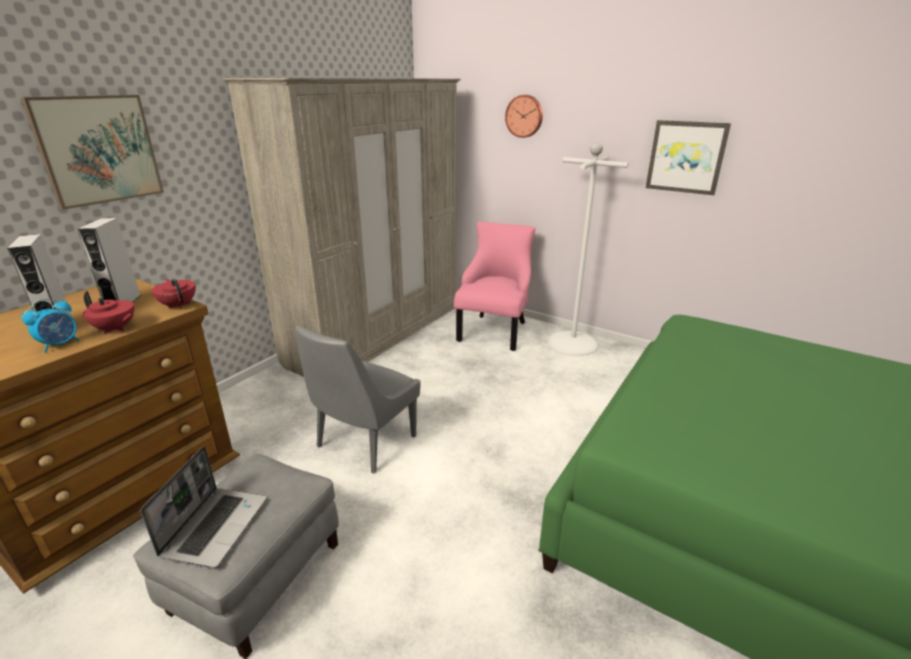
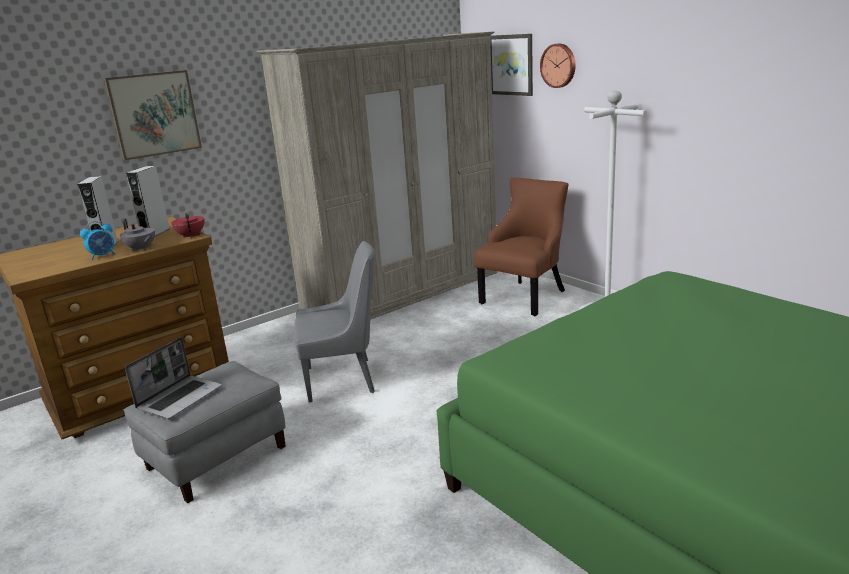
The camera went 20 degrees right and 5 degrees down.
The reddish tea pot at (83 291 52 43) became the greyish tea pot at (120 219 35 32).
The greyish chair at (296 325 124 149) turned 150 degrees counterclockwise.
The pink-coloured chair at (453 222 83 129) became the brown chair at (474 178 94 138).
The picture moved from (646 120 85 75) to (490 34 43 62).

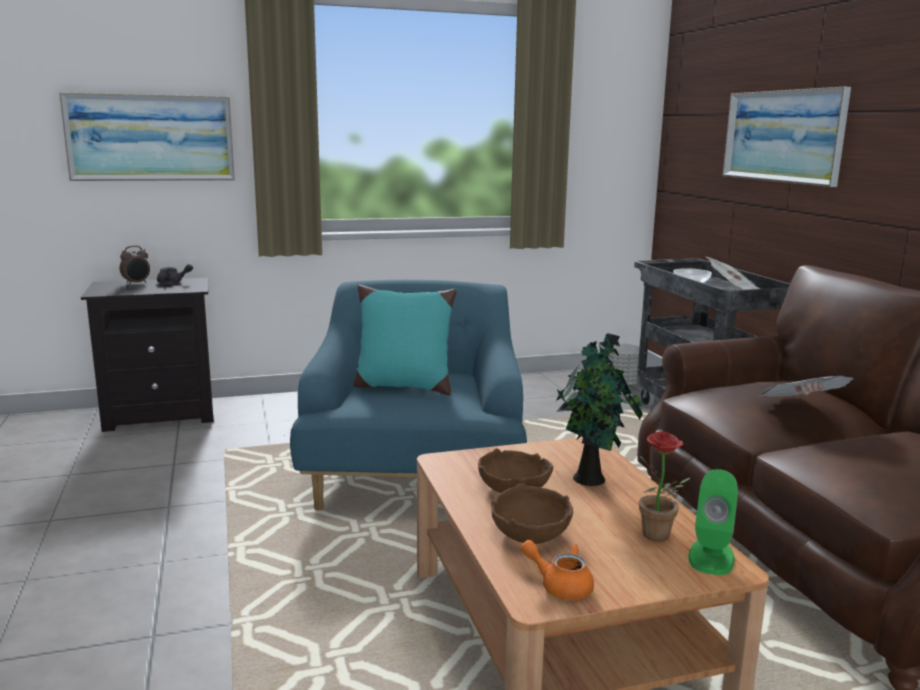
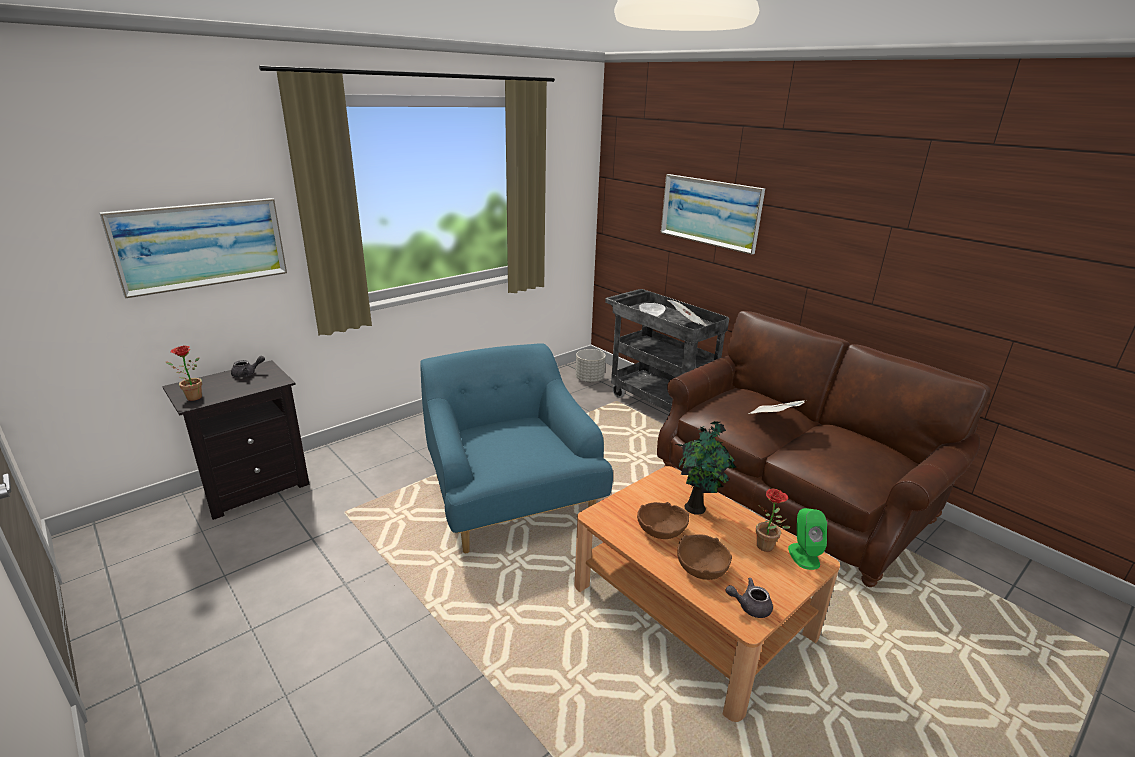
The camera went 25 degrees left and 10 degrees up.
The potted plant at (165 345 37 56) appeared.
The orange tea pot at (521 540 73 60) became the greyish tea pot at (726 578 47 40).
The bedside clock at (119 246 31 39) disappeared.
The turquoise throw pillow at (353 285 103 110) disappeared.

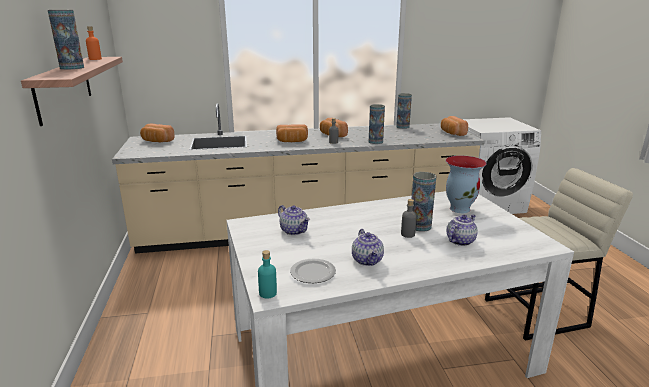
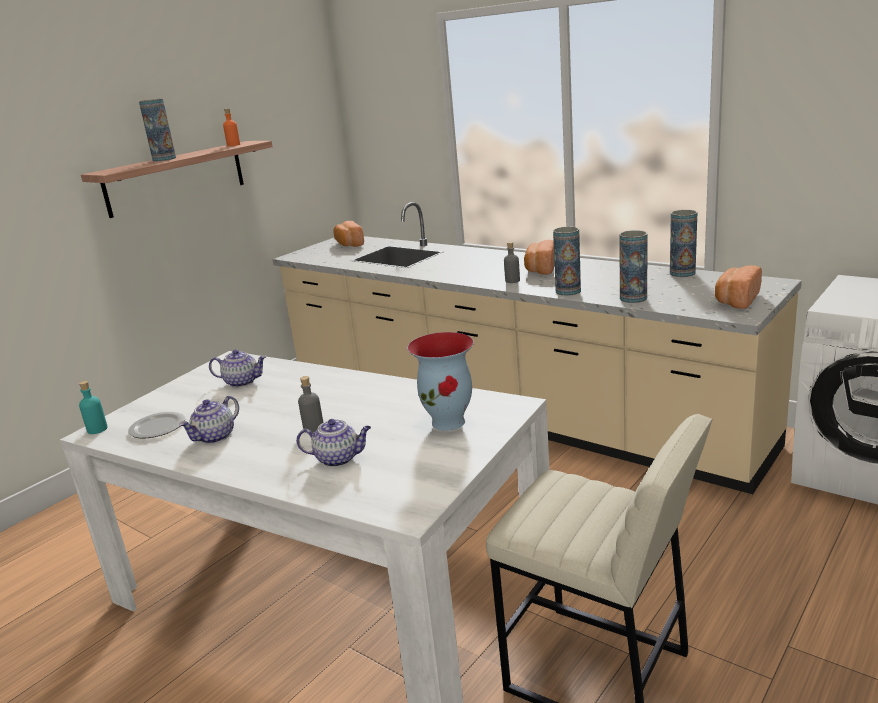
The camera went 50 degrees right and 0 degrees up.
The tea pot at (278 205 32 30) turned 90 degrees counterclockwise.
The decorative vase moved from (412 172 24 60) to (619 230 29 73).
The bread at (276 124 32 18) disappeared.

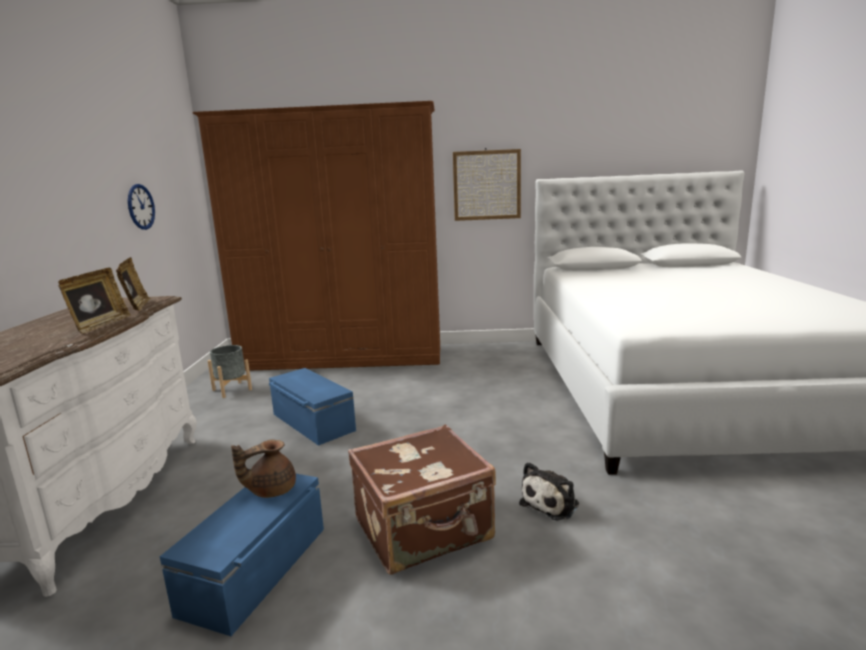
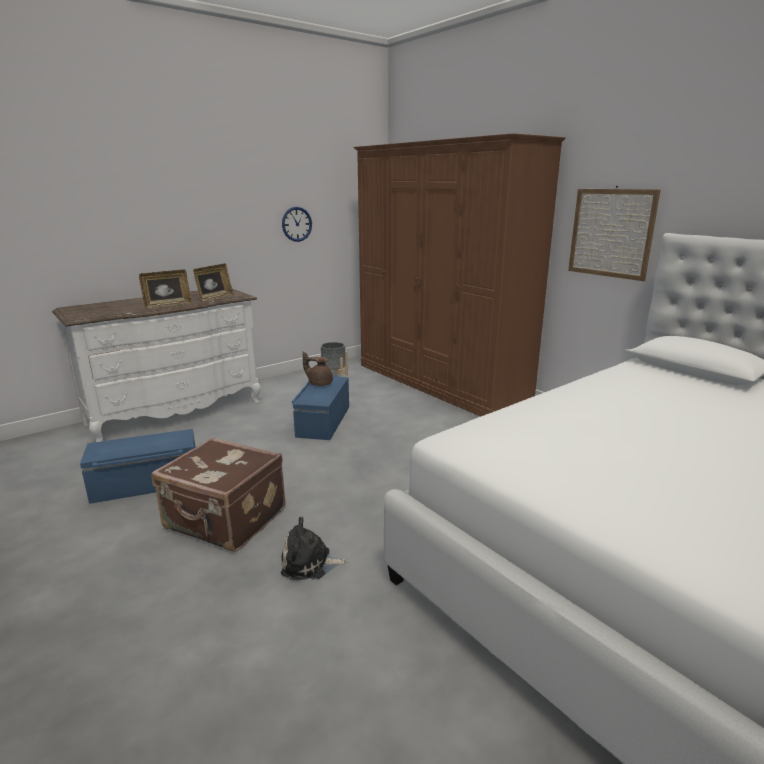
The camera went 50 degrees right and 5 degrees up.
The brown tea pot moved from (231 439 65 59) to (302 352 31 34).

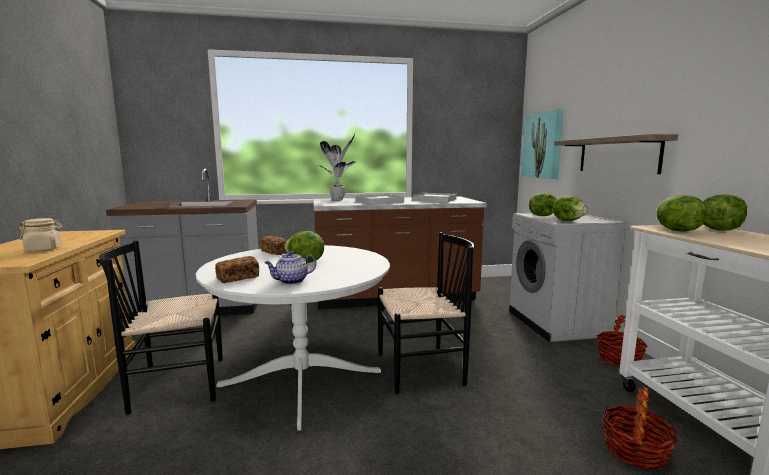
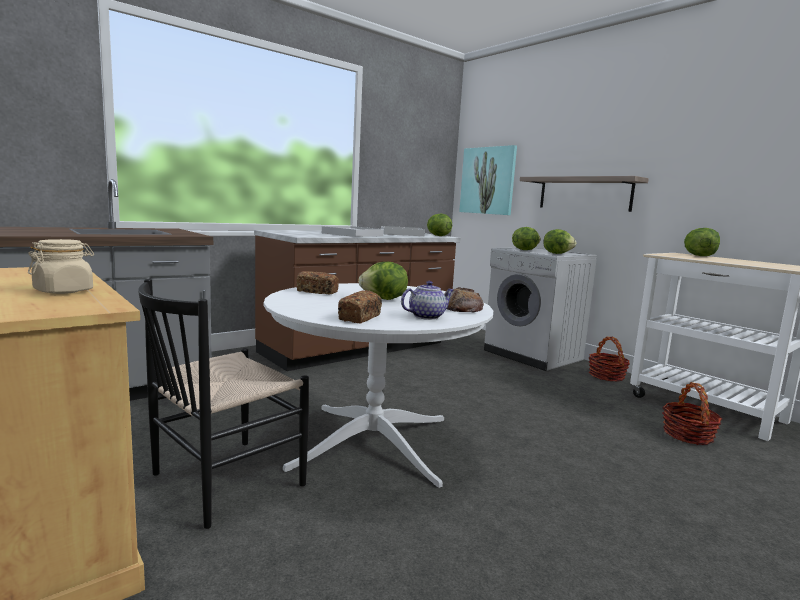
The camera went 30 degrees left and 0 degrees up.
The tea pot at (265 251 51 34) turned 150 degrees counterclockwise.
The head of lettuce moved from (656 195 51 37) to (427 214 25 22).
The bread at (444 287 40 25) appeared.
The potted plant at (319 134 37 66) disappeared.
The black chair at (378 232 97 162) disappeared.

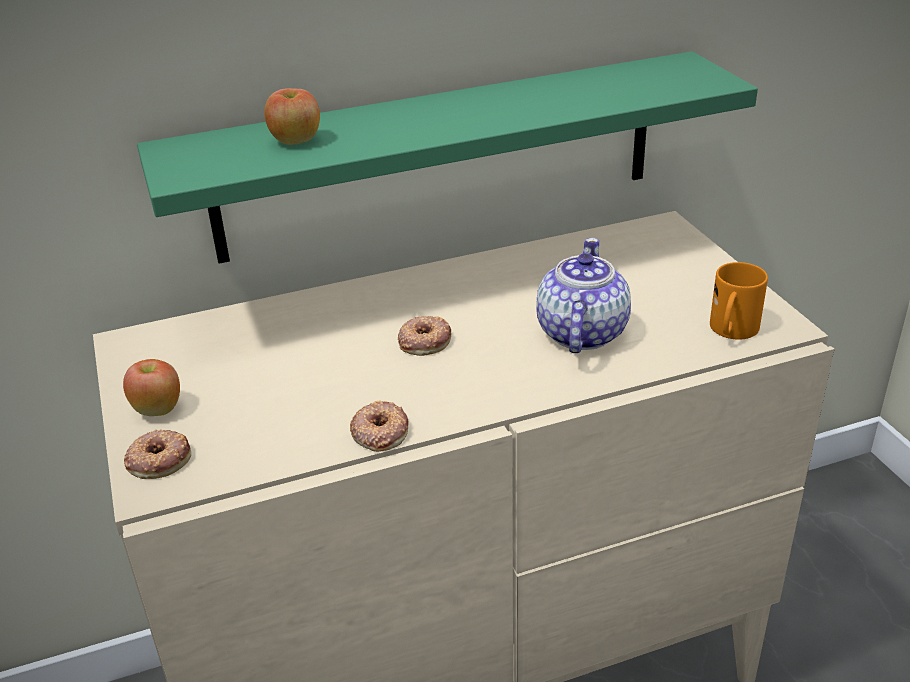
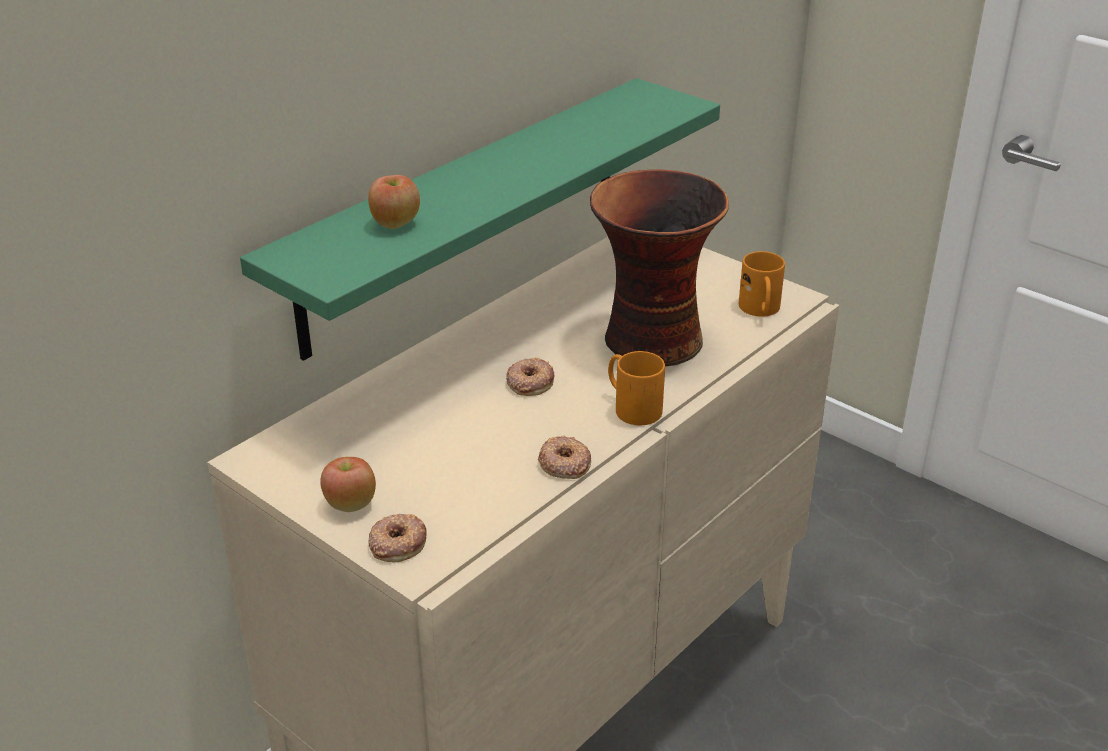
The camera went 30 degrees left and 0 degrees up.
The tea pot at (536 238 95 115) was replaced by the decorative vase at (590 169 139 198).
The orange tea mug at (608 351 57 74) appeared.

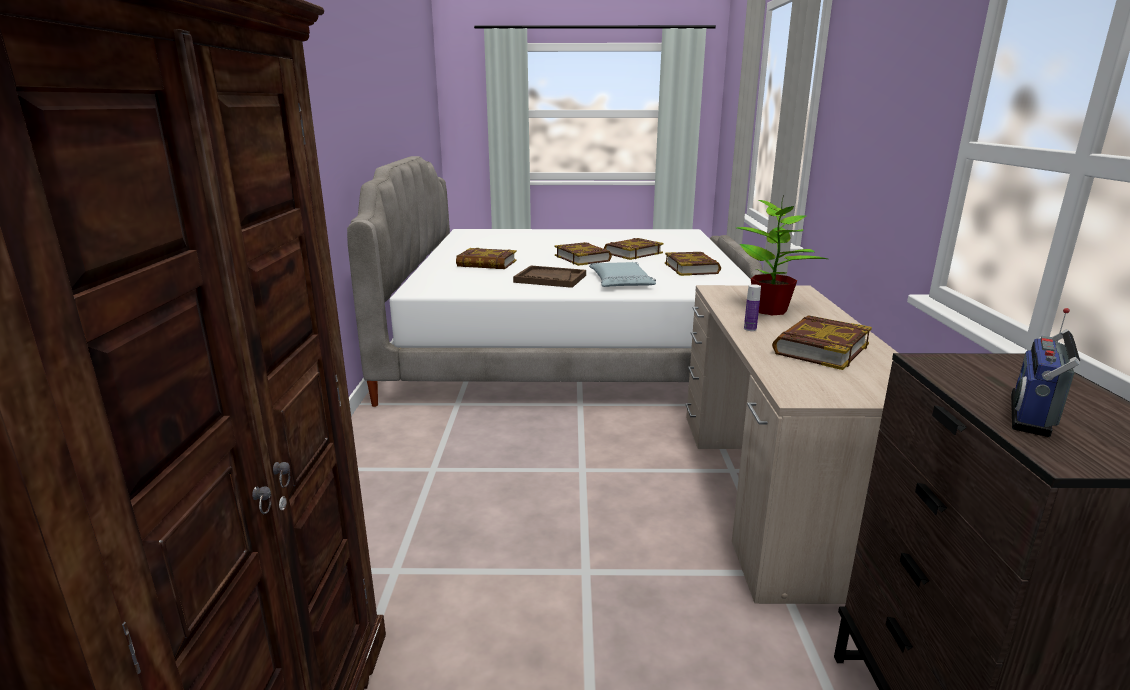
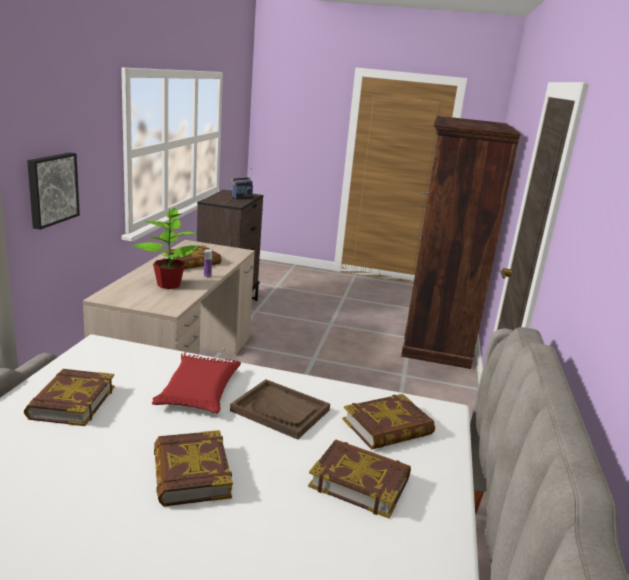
The camera went 170 degrees left and 0 degrees up.
The picture at (27 152 53 78) appeared.
The blue-coloured throw pillow at (589 261 67 26) became the reddish throw pillow at (152 352 89 61).
The book moved from (604 238 60 22) to (342 394 93 56).

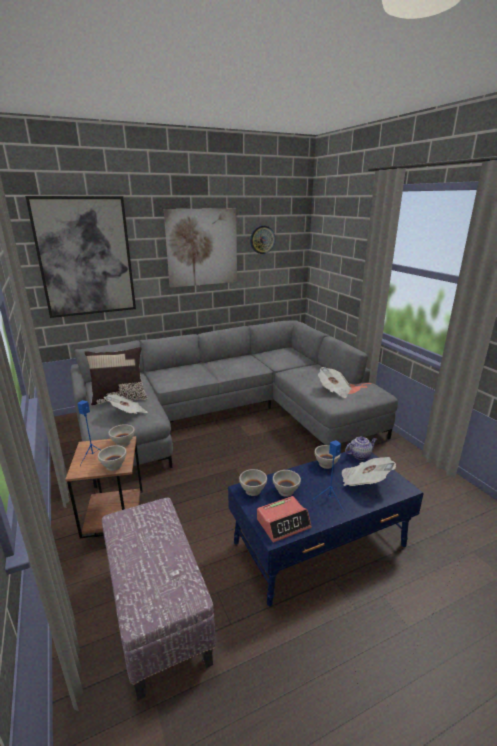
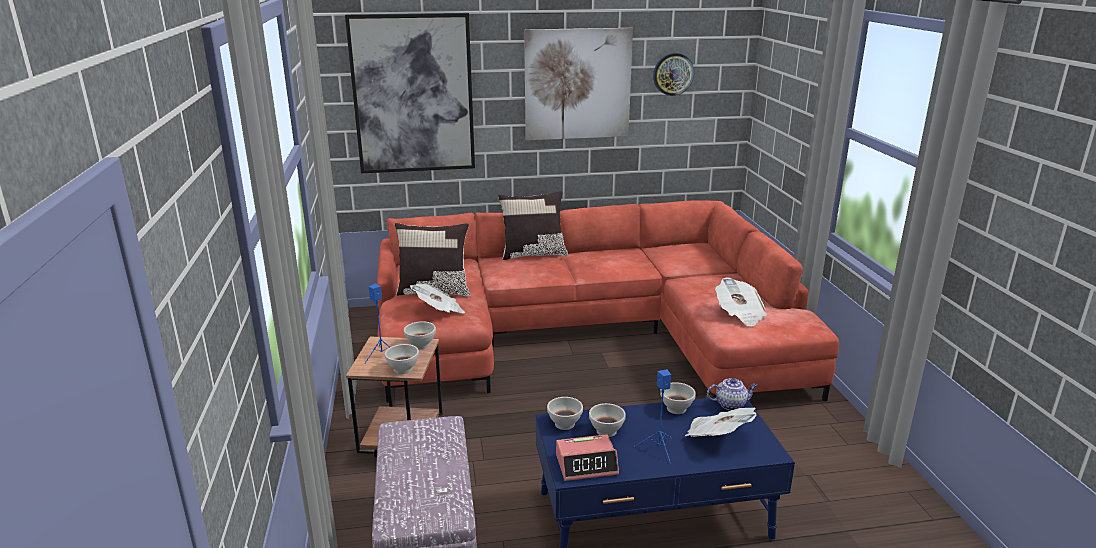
The camera went 15 degrees right and 0 degrees up.
The greyish sofa at (71 320 327 168) became the reddish sofa at (377 200 462 203).
The throw pillow at (498 191 70 69) appeared.

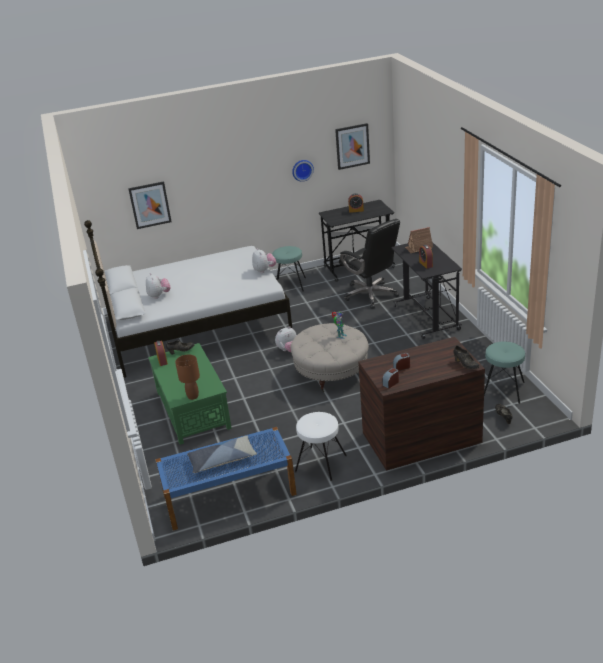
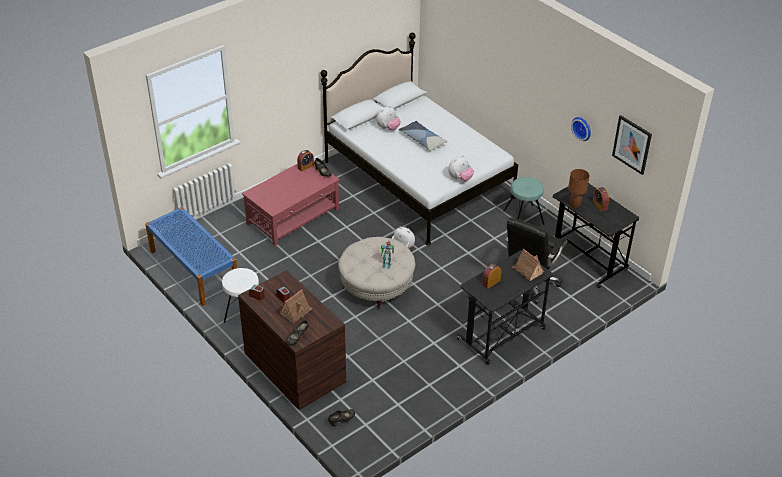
The camera went 65 degrees right and 10 degrees up.
The green low table at (148 343 84 102) became the reddish low table at (242 164 98 82).
The model house at (279 290 34 33) appeared.
The throw pillow moved from (187 435 70 38) to (399 121 49 30).
The brown lamp for a table moved from (175 354 25 46) to (568 169 22 39).
The picture at (128 181 44 48) disappeared.
The turquoise sitting stool at (484 342 41 62) disappeared.

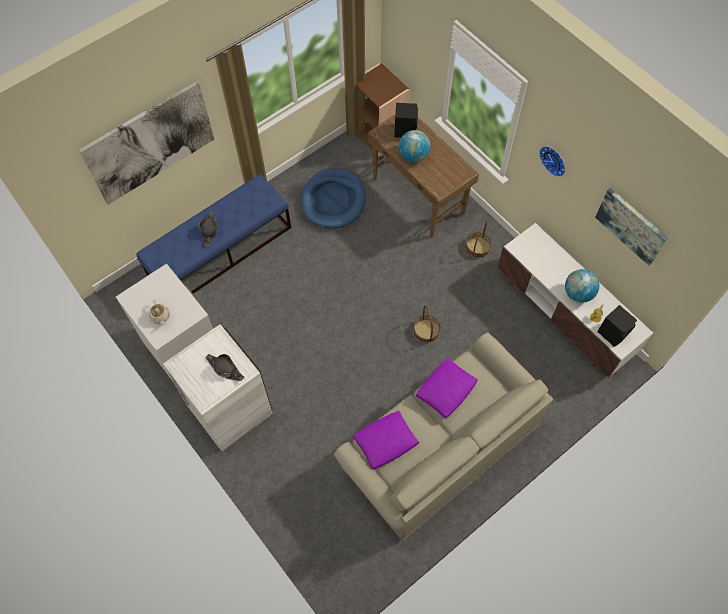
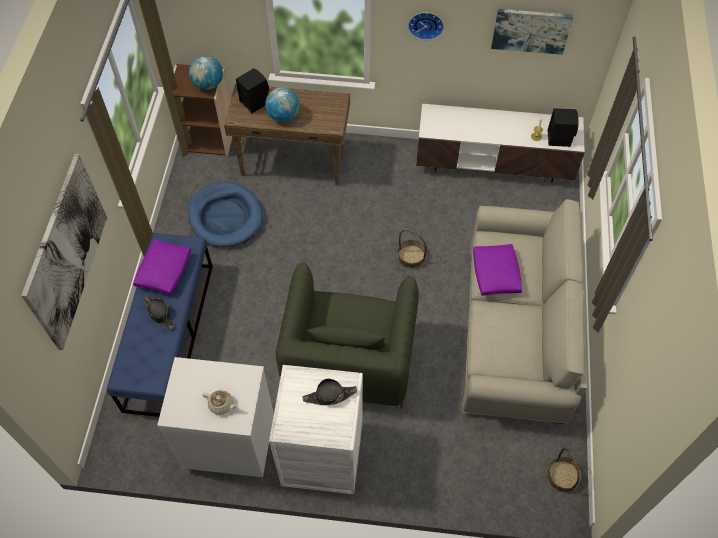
The camera went 45 degrees left and 5 degrees down.
The purple throw pillow moved from (353 411 66 59) to (133 239 58 56).
The globe moved from (565 269 34 34) to (189 55 34 35).
The green lounge chair at (276 262 143 147) appeared.
The household basket moved from (465 221 26 37) to (547 448 35 45).

